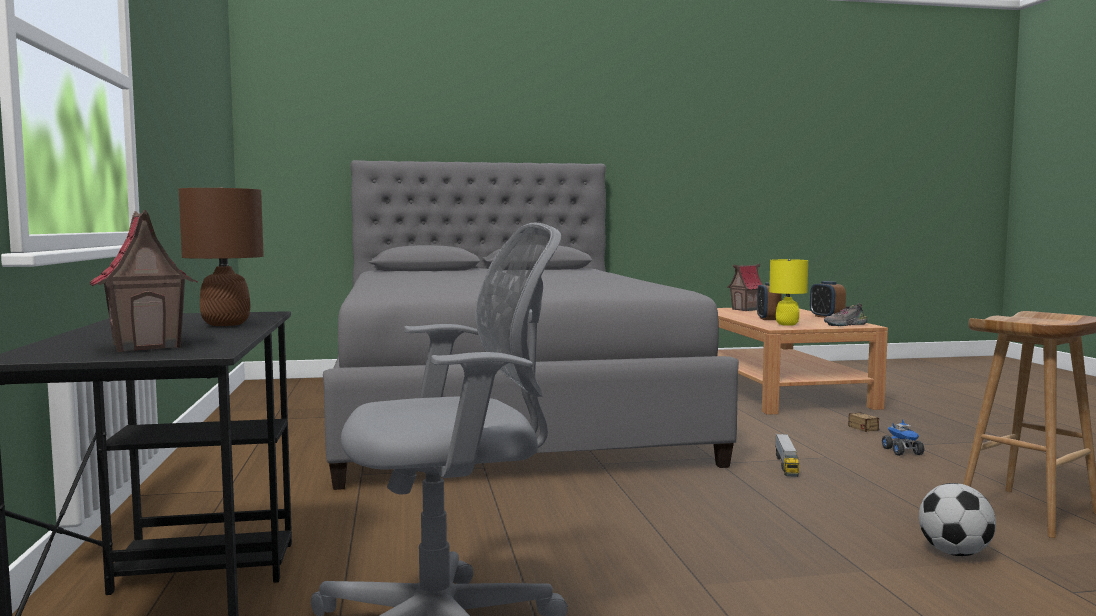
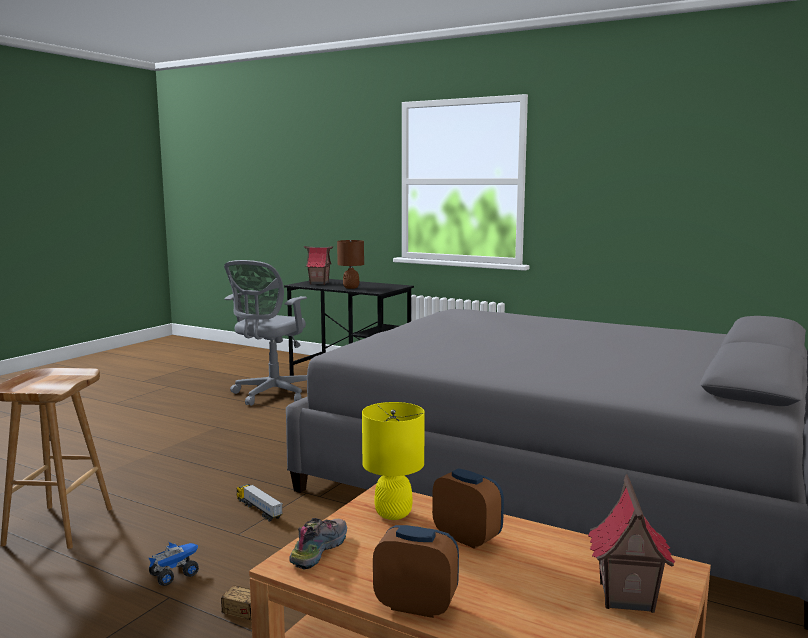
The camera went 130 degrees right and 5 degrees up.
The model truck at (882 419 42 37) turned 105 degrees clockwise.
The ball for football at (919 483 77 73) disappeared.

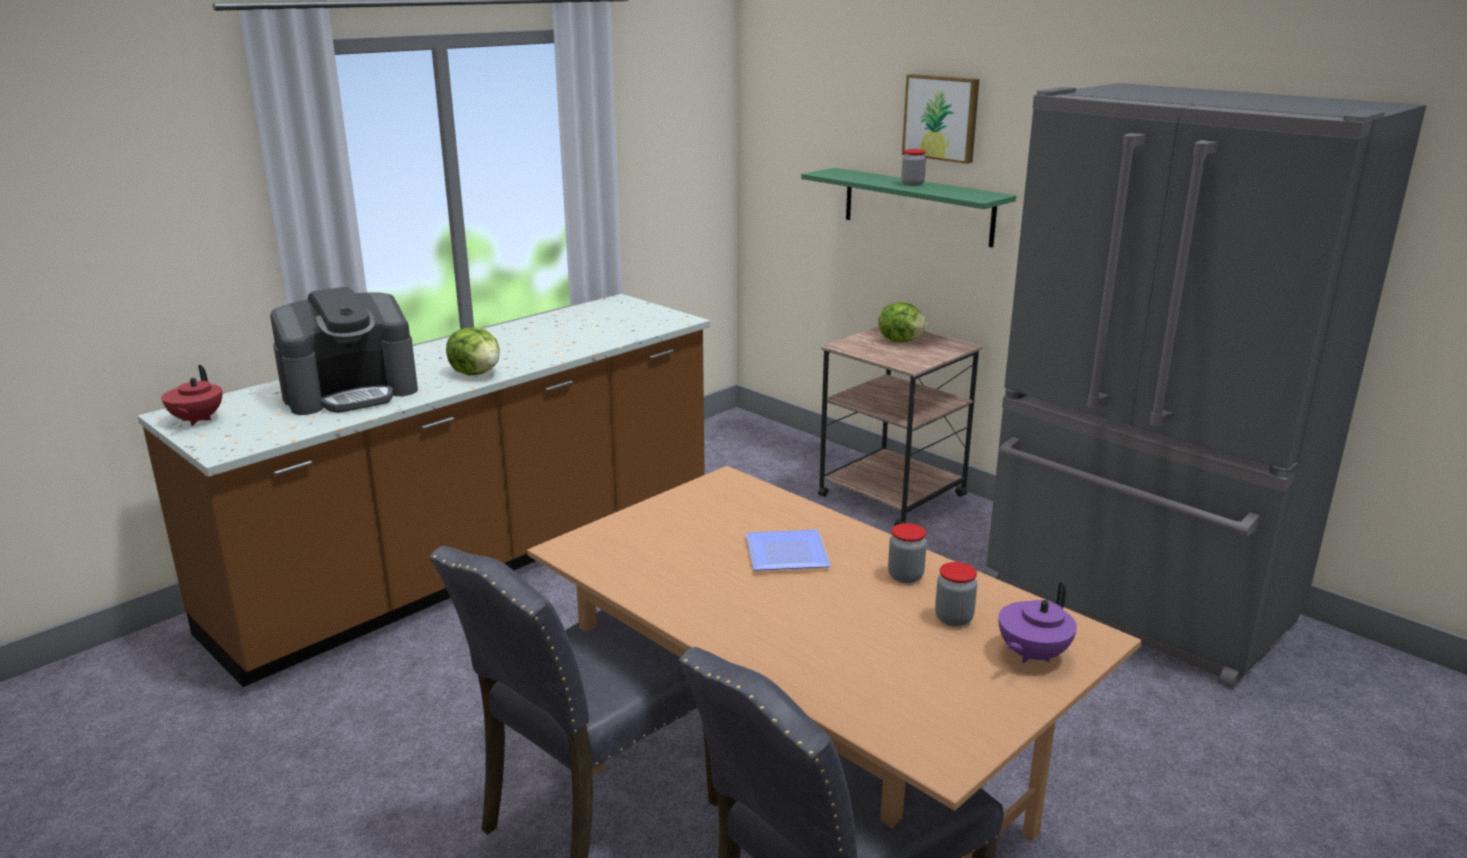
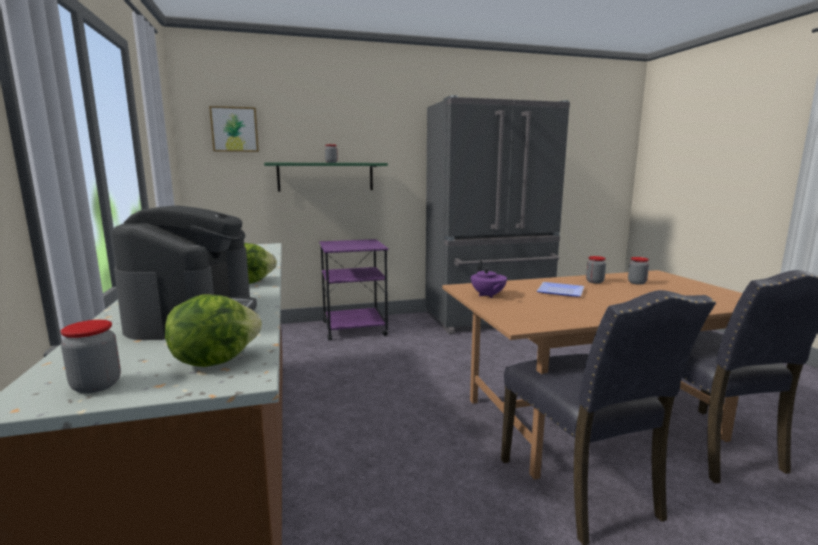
The camera went 60 degrees left and 10 degrees down.
The reddish tea pot at (161 365 61 61) was replaced by the storage jar at (60 320 61 74).
The head of lettuce moved from (878 302 51 40) to (165 294 97 73).
The picture moved from (902 74 78 90) to (209 106 50 46).
The brown trolley at (818 326 165 200) became the purple trolley at (319 239 69 102).
The purple tea pot moved from (998 582 79 82) to (471 261 36 37).

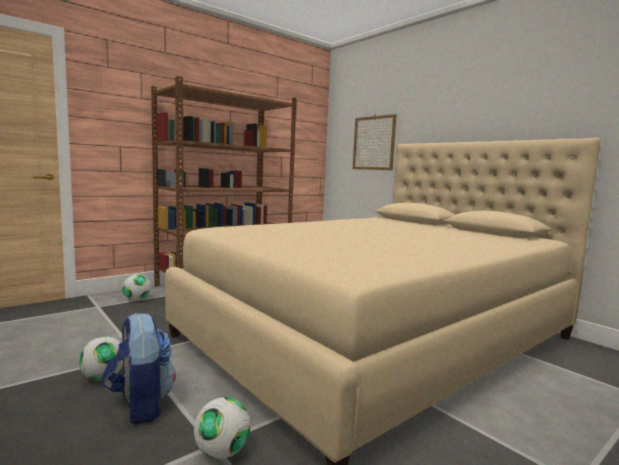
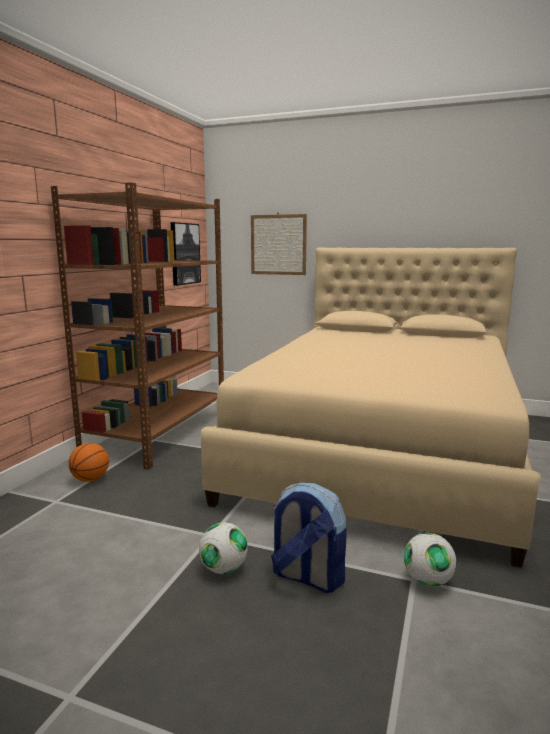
The camera went 30 degrees left and 5 degrees up.
The ball for football at (122 274 29 27) was replaced by the ball for basketball at (68 443 41 39).
The picture at (171 222 30 64) appeared.

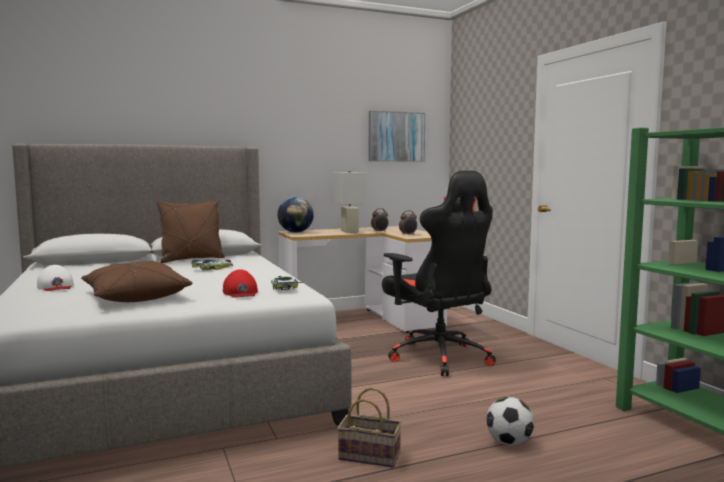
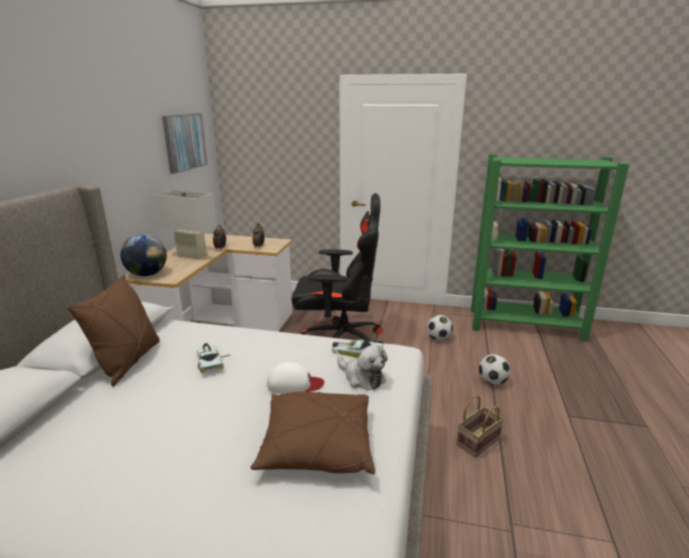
The camera went 55 degrees left and 15 degrees up.
The whitish peaked cap moved from (37 265 37 26) to (267 362 57 32).
The reddish peaked cap at (223 269 35 29) was replaced by the cuddly toy at (337 345 51 45).
The ball for football at (427 315 26 26) appeared.

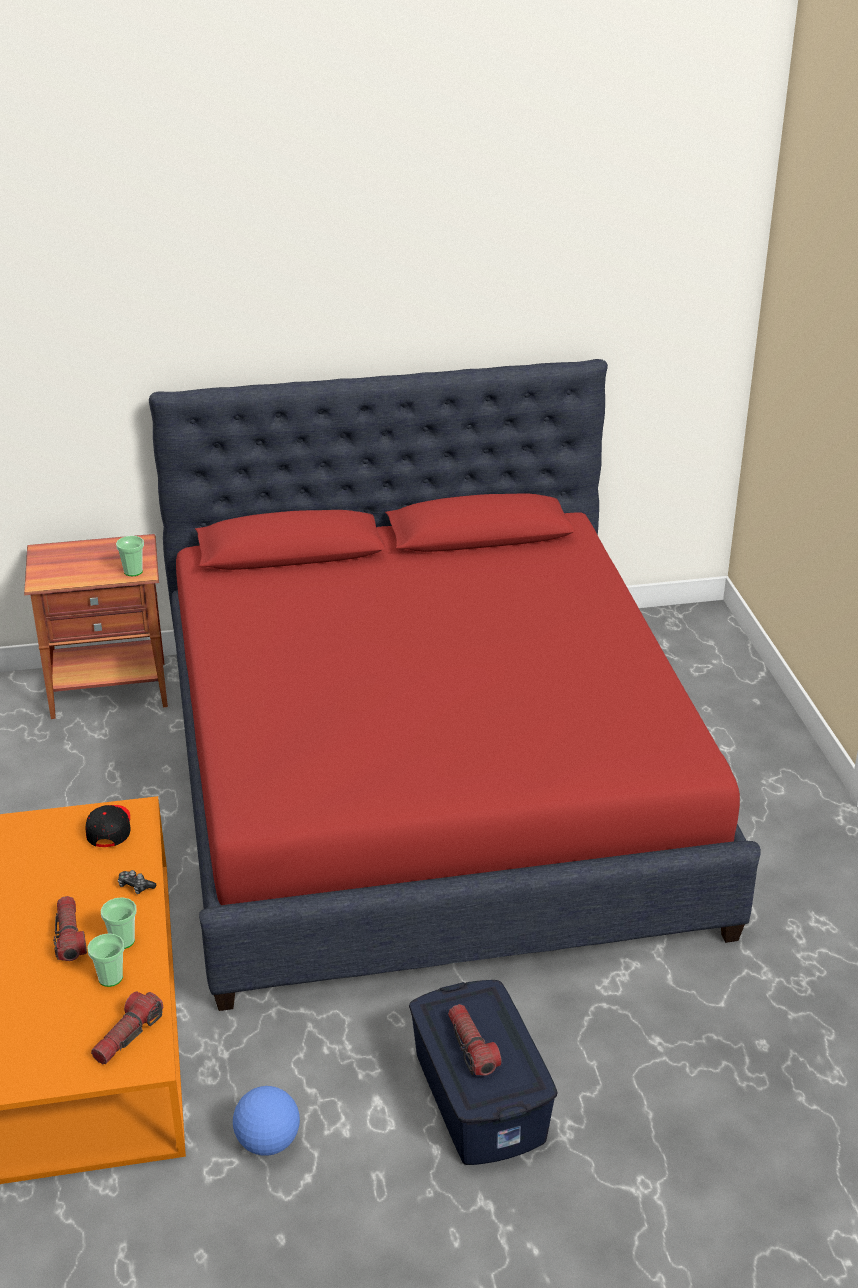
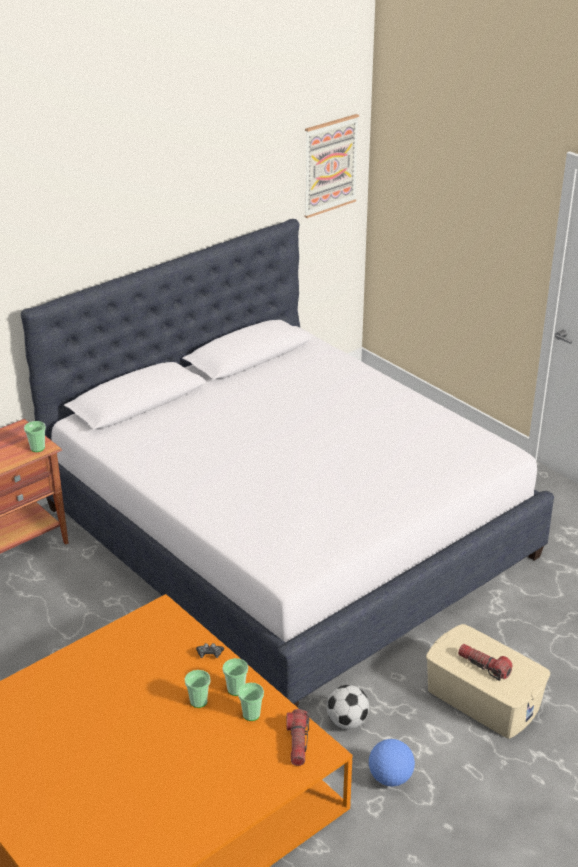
The camera went 30 degrees left and 0 degrees up.
The reddish bedroom bed at (149 359 612 652) became the whitish bedroom bed at (21 219 533 488).
The torch at (53 896 34 65) was replaced by the drinking cup at (185 670 26 38).
The picture at (304 114 55 104) appeared.
The ball for football at (327 685 42 44) appeared.
The blue-coloured storage bin at (409 980 149 185) became the beige-coloured storage bin at (426 624 124 115).
The black peaked cap at (86 805 45 42) disappeared.

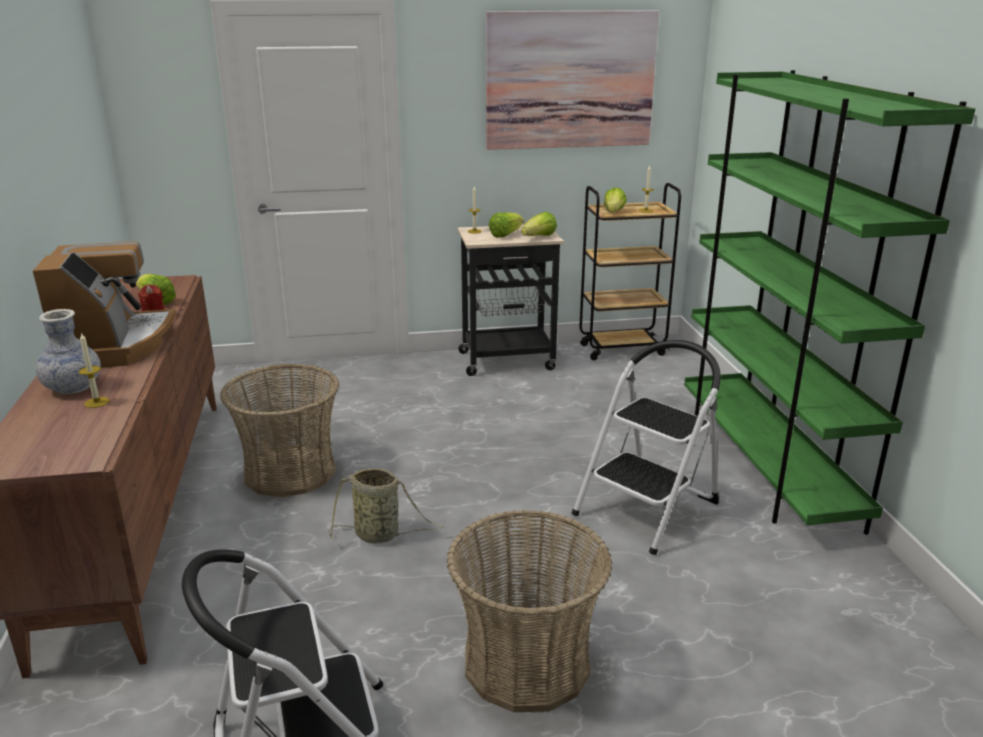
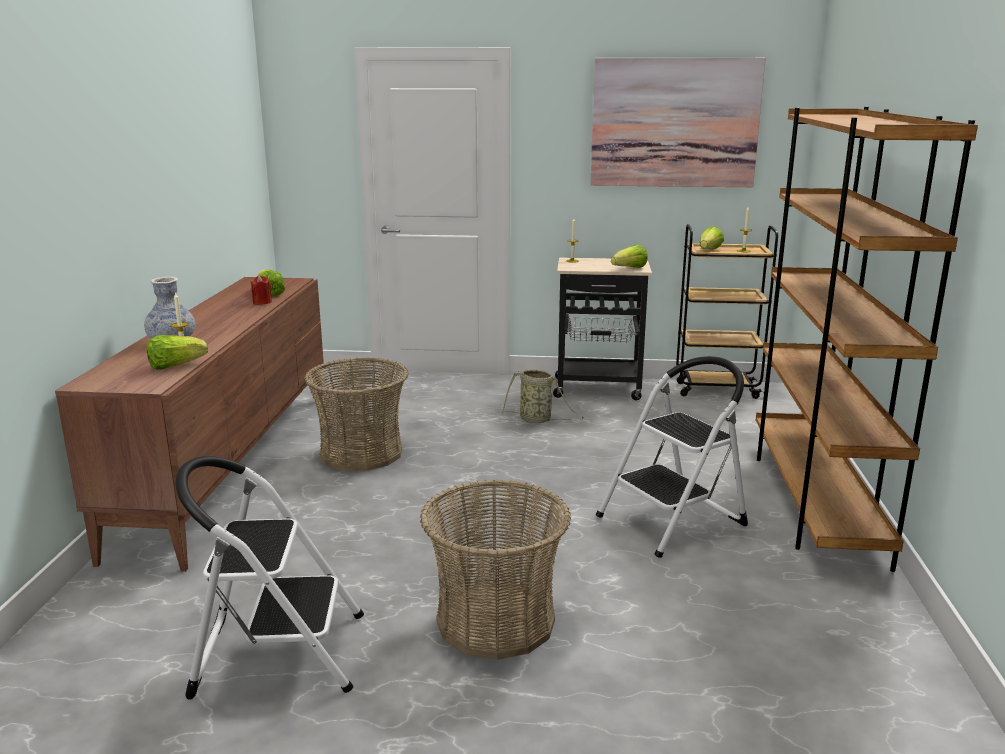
The camera went 15 degrees right and 5 degrees down.
The head of lettuce moved from (489 212 35 26) to (147 335 61 35).
The household basket moved from (329 468 116 75) to (502 370 82 53).
The green bookshelf at (684 70 291 465) became the brown bookshelf at (756 107 222 465).
The coffee brewer at (33 241 143 127) disappeared.

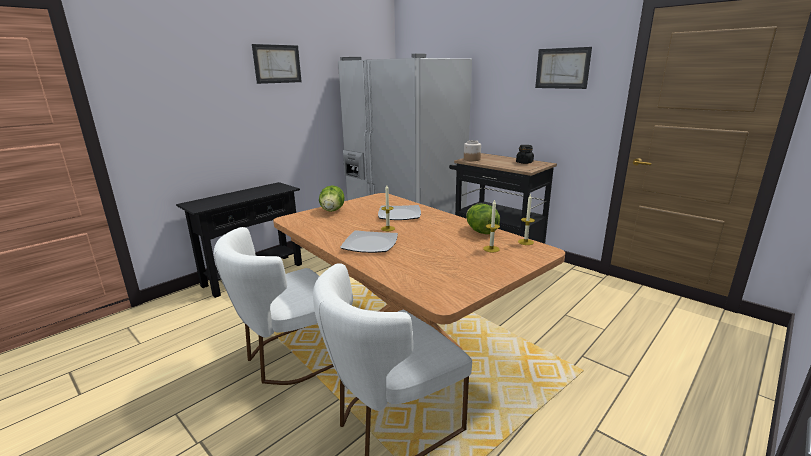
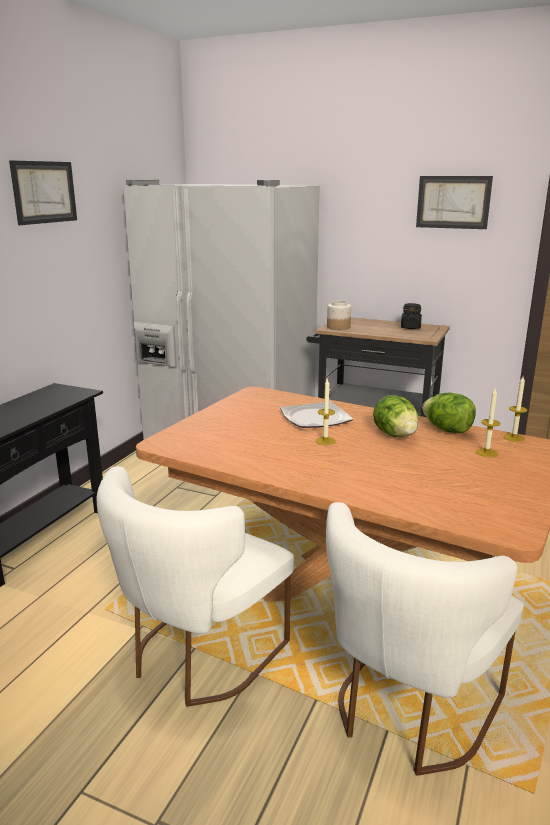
The camera went 20 degrees left and 0 degrees up.
The head of lettuce moved from (319 185 26 27) to (373 395 45 42).
The dinner plate at (340 230 58 23) disappeared.

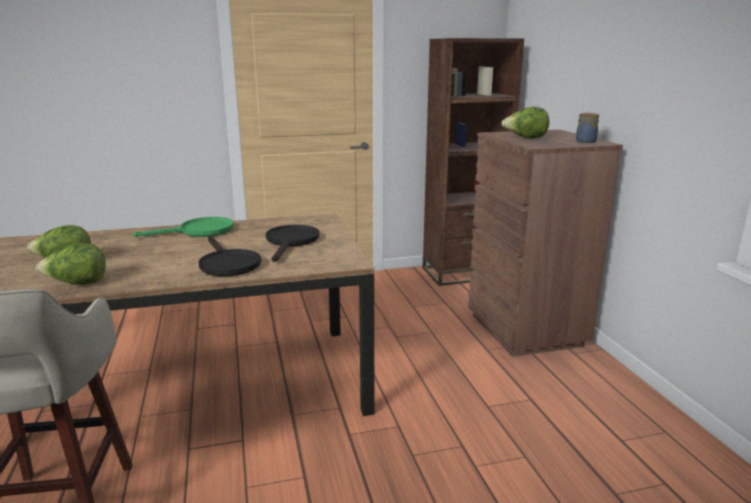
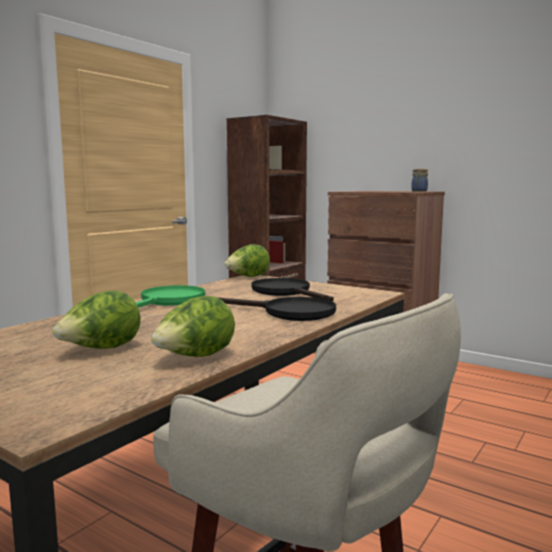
The camera went 40 degrees left and 10 degrees down.
The head of lettuce moved from (502 107 47 32) to (224 244 46 33).

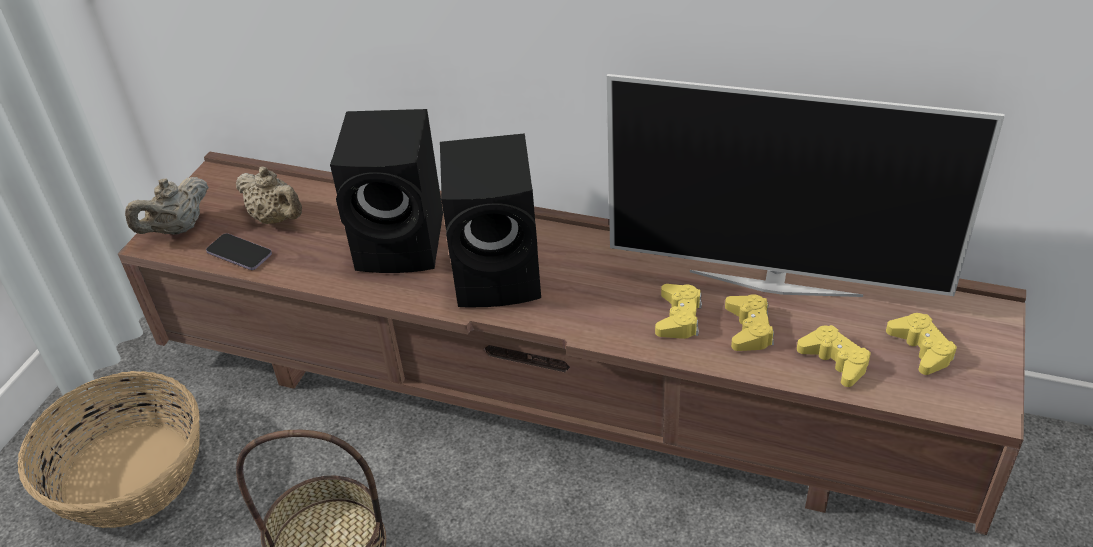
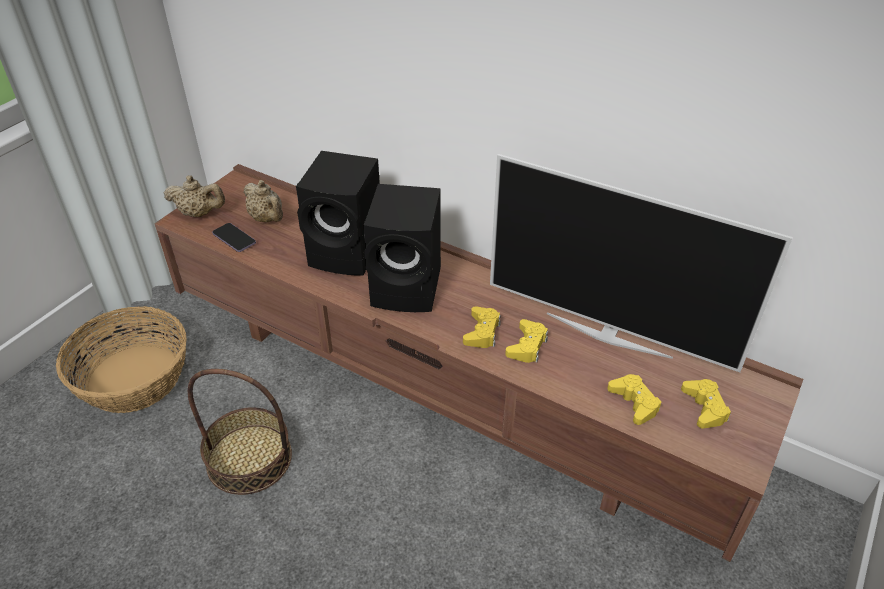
The camera went 10 degrees right and 0 degrees up.
The beige-coloured tea pot at (125 177 84 58) turned 135 degrees counterclockwise.
The yellow-coloured joypad moved from (725 294 49 57) to (463 306 38 42).

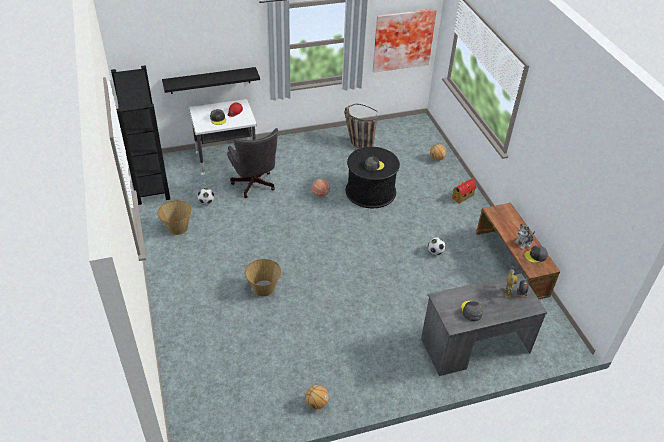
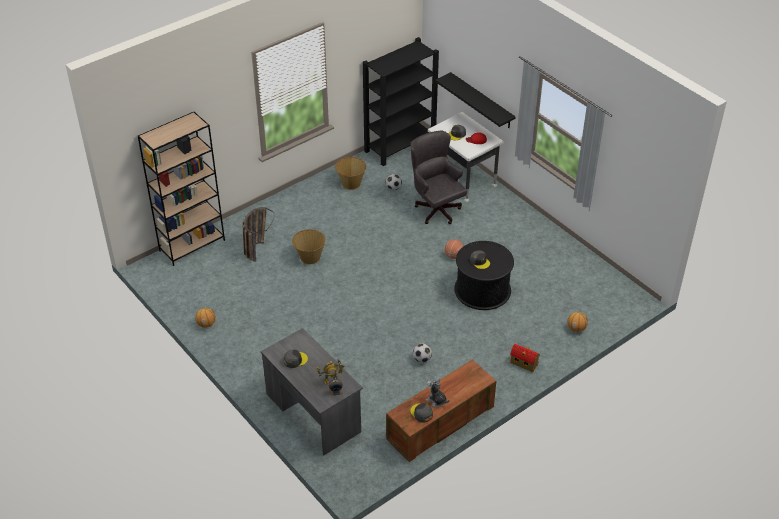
The camera went 70 degrees right and 0 degrees up.
The beige-coloured bookshelf at (138 112 87 154) appeared.
The household basket moved from (344 104 33 45) to (243 207 31 55).
The greyish office chair at (227 128 51 70) turned 105 degrees clockwise.
The picture at (373 9 64 64) disappeared.

